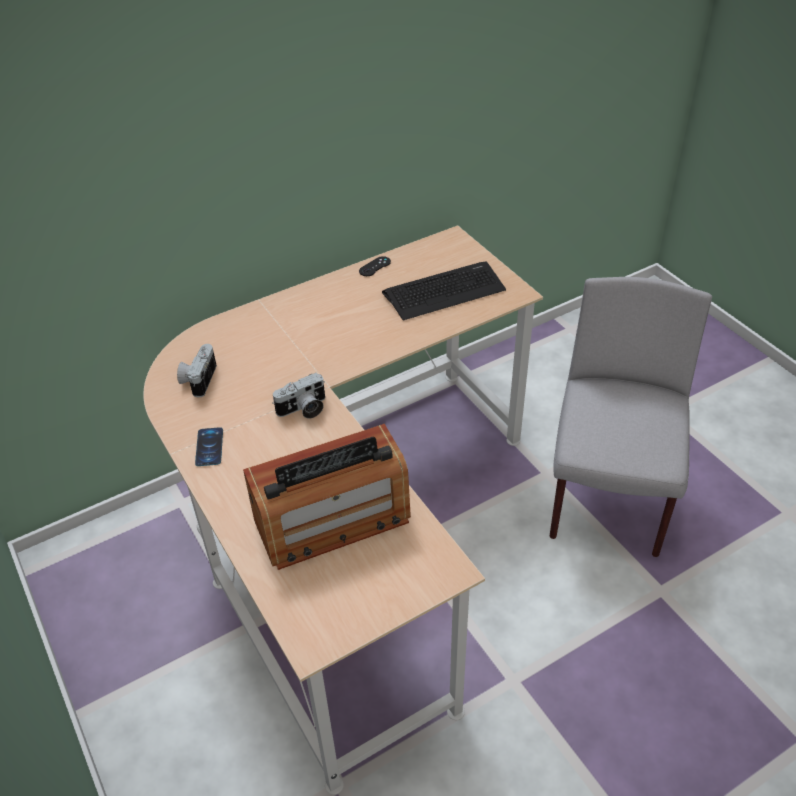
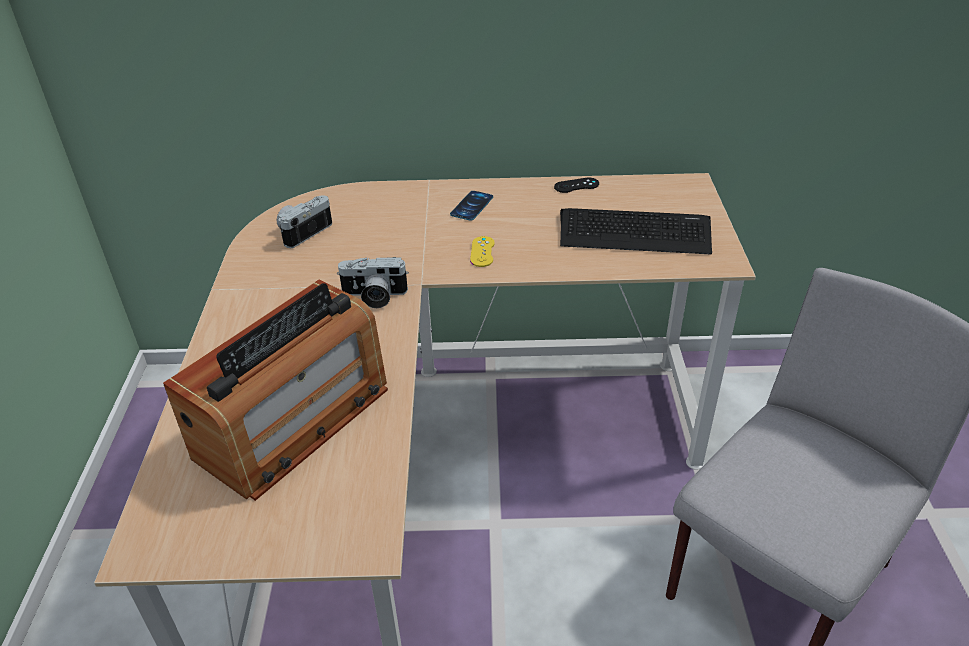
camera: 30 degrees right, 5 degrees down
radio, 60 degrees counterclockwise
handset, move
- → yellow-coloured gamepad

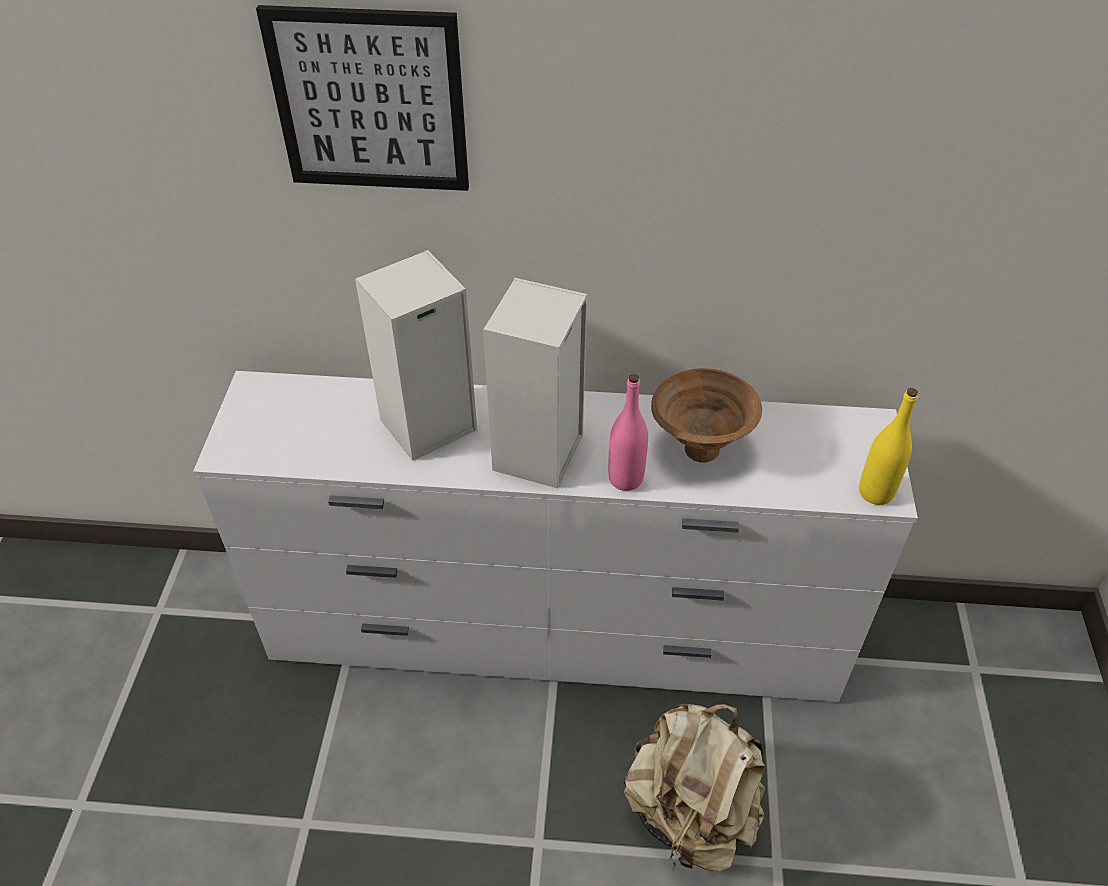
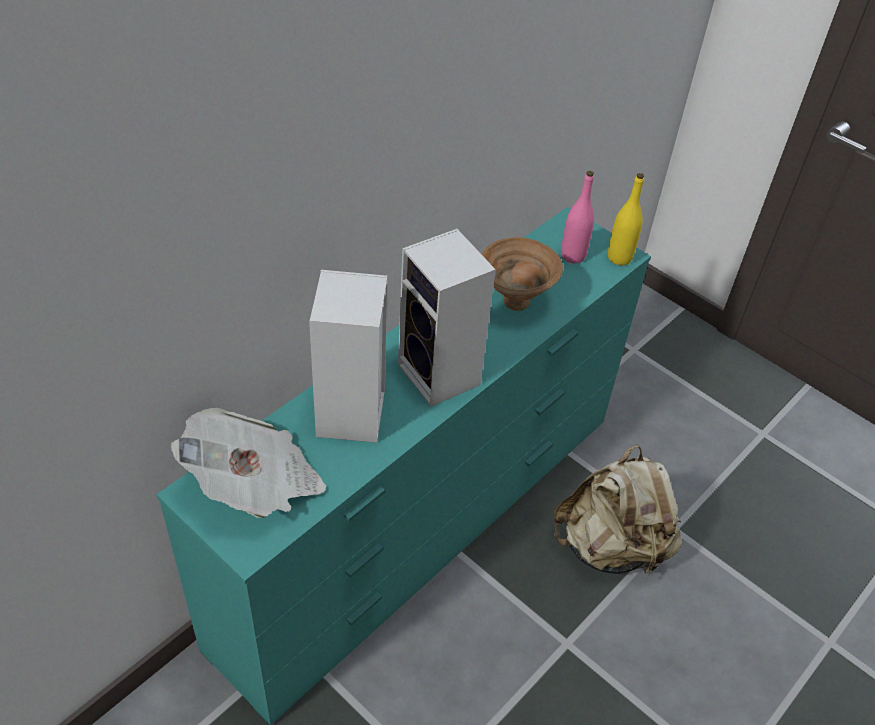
camera: 55 degrees left, 0 degrees up
whitish dresser → turquoise-coloured dresser
- → printed paper
pink-coloured beverage bottle, move
wall picture → -

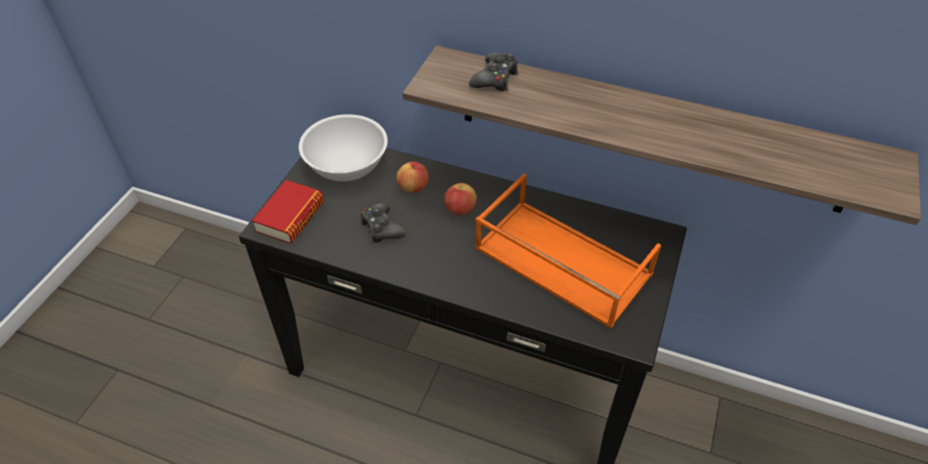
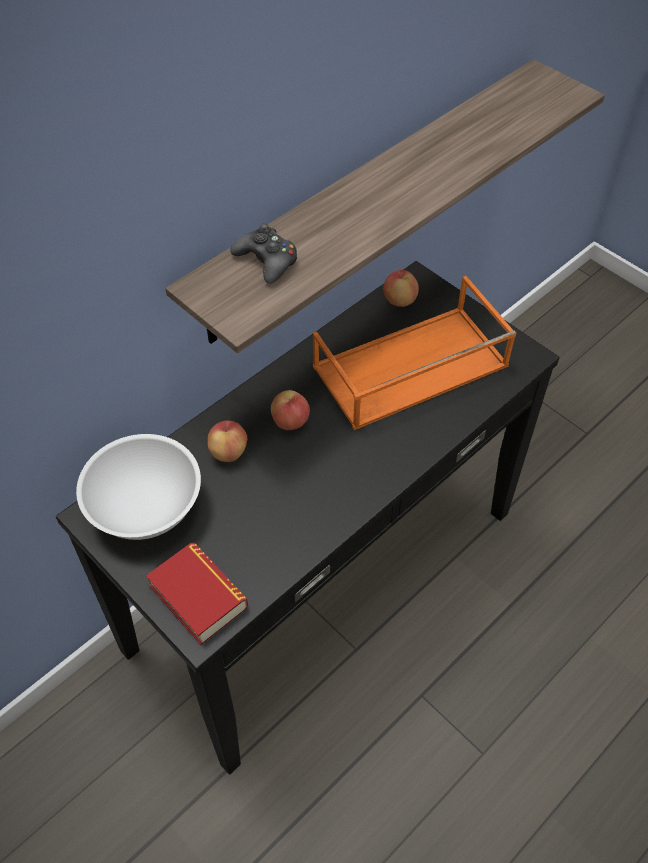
camera: 65 degrees left, 5 degrees up
- → whole apple (3rd from left)
black gamepad (1st from left) → -

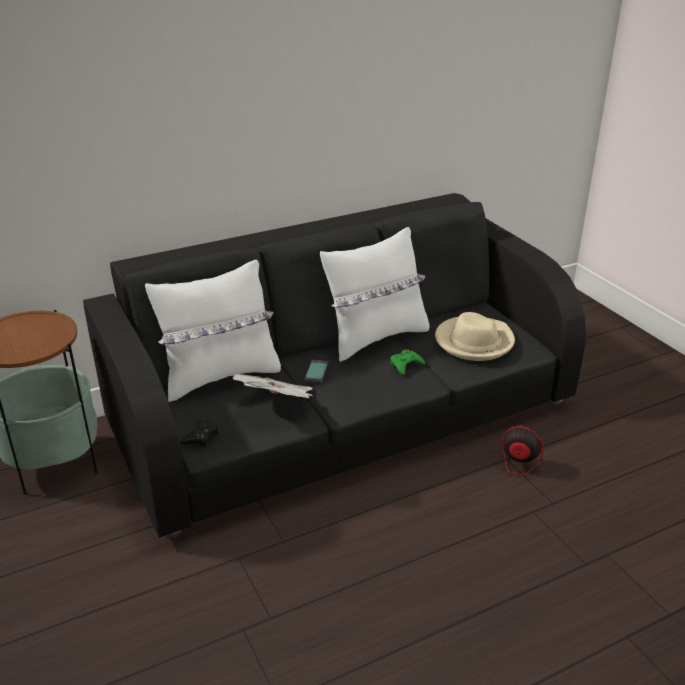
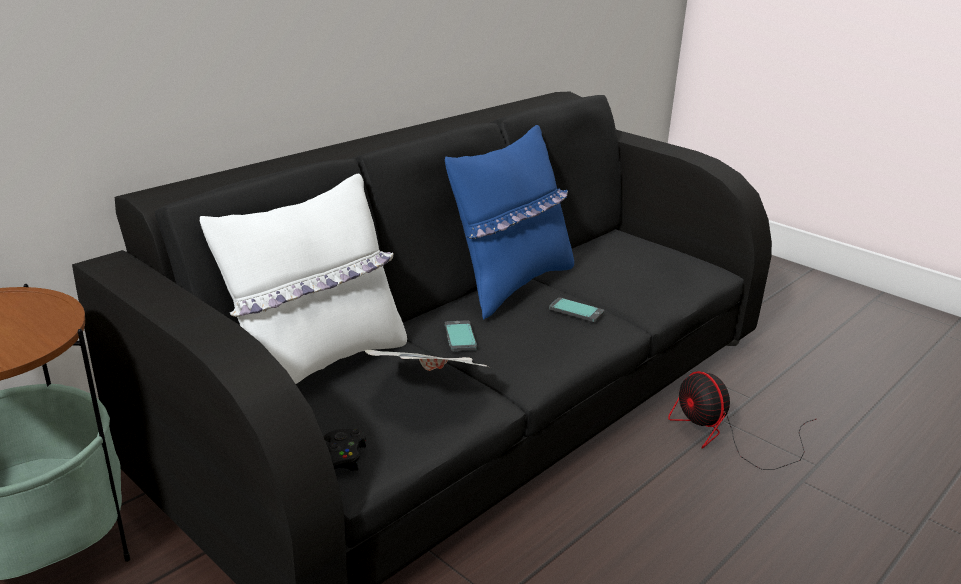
camera: 20 degrees left, 5 degrees down
whitish cushion (2nd from left) → blue-coloured cushion
green gamepad → handset (2nd from left)
cooling fan, 120 degrees counterclockwise
sand-coloured clothing hat → -

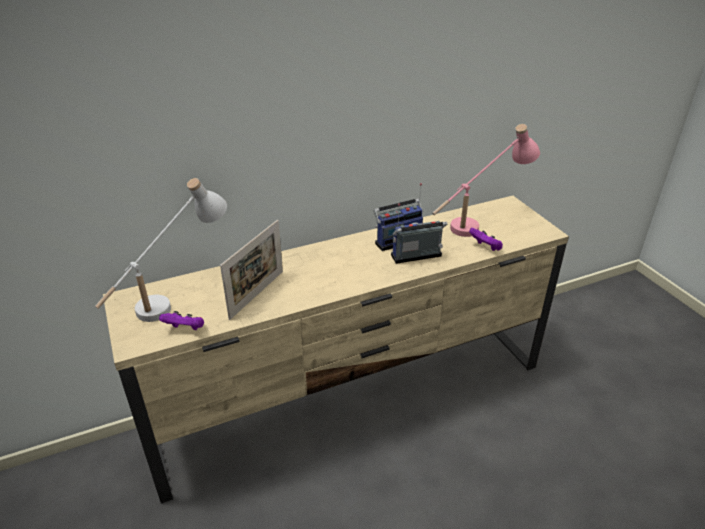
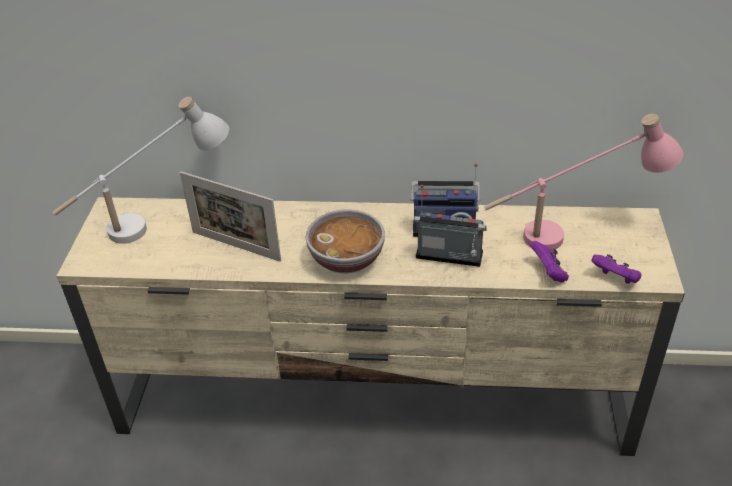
camera: 30 degrees right, 5 degrees up
standing frame, 60 degrees clockwise
- → serving bowl
purple gamepad (1st from left in the first image) → purple gamepad (2nd from left), move

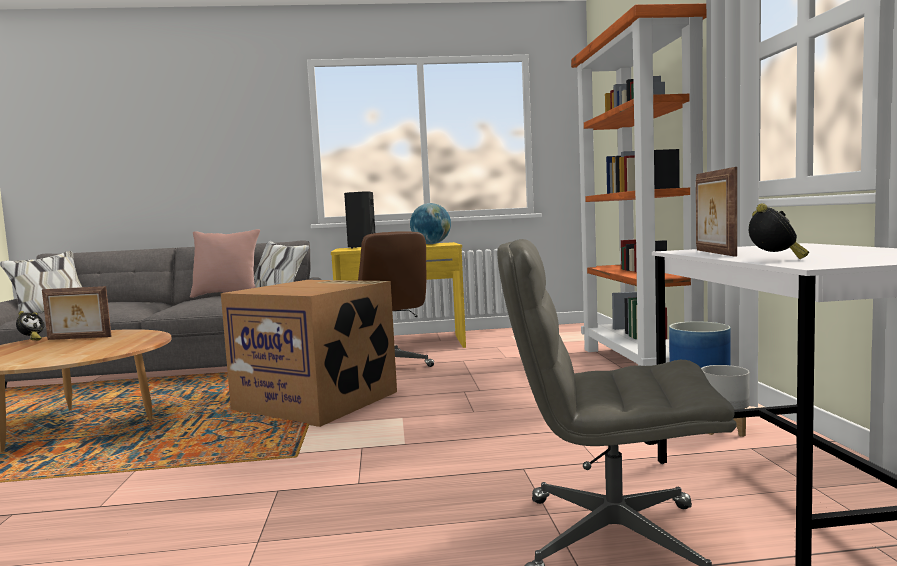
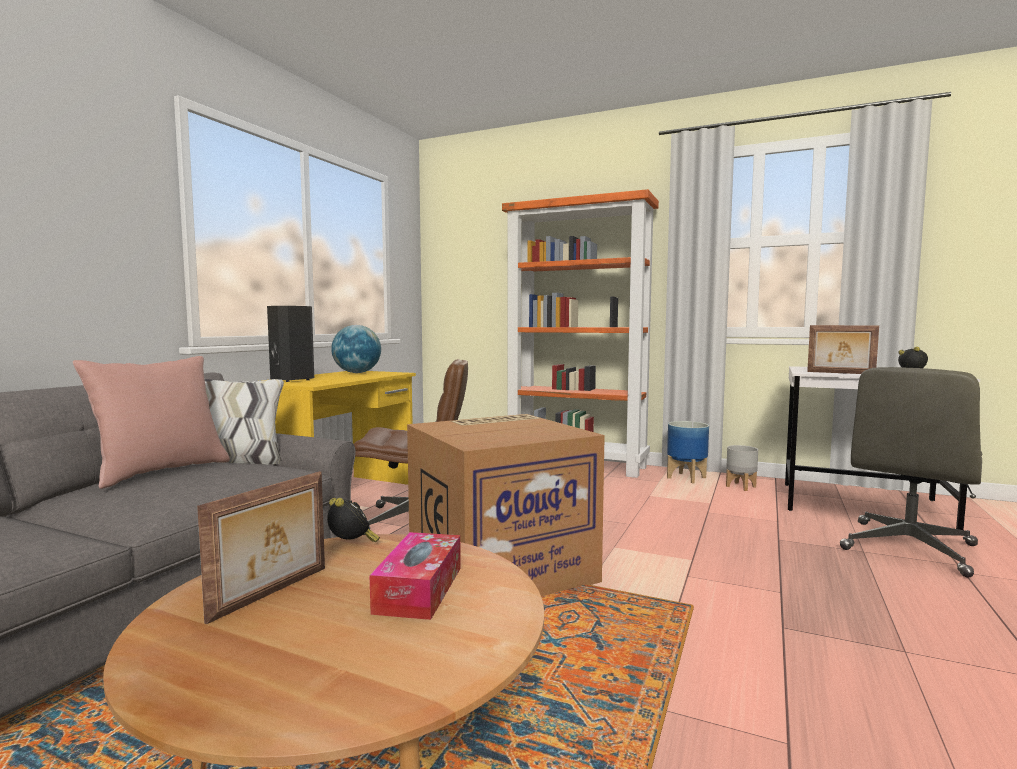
camera: 60 degrees left, 0 degrees up
table clock (1st from left), move
- → tissue box

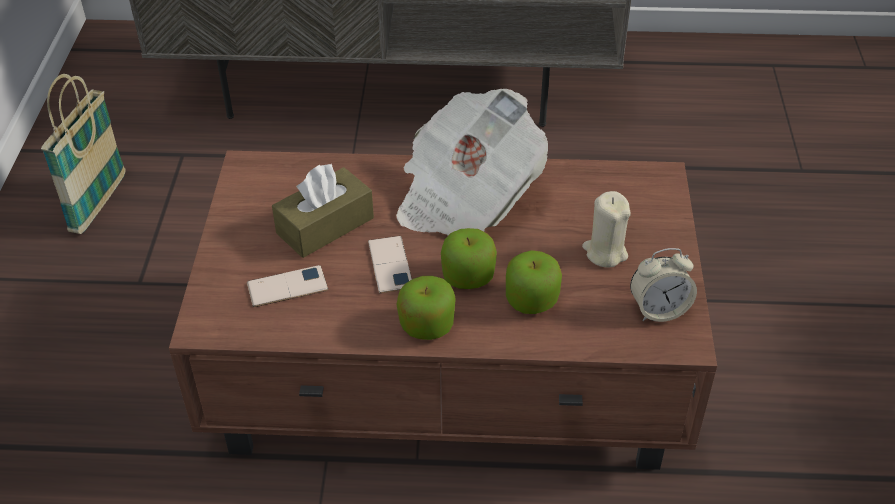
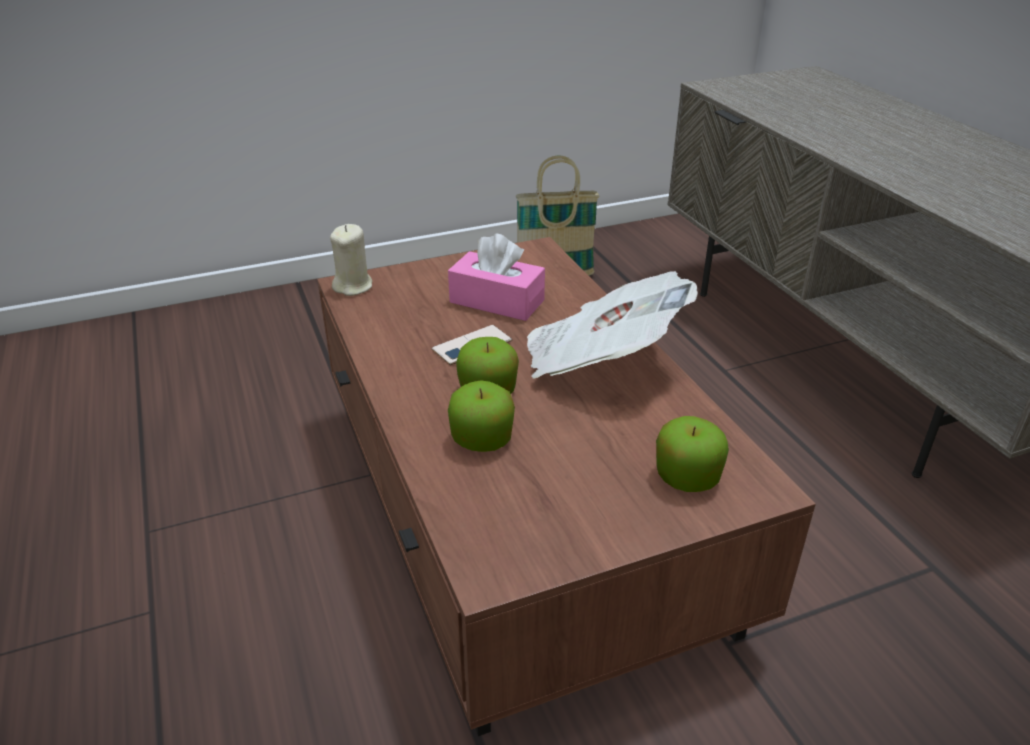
camera: 65 degrees right, 10 degrees down
sand-coloured candle, move
brown tissue box → pink-coloured tissue box
whole apple (1st from left in the first image) → whole apple (3rd from left), move
handset (1st from left) → -
table clock → -

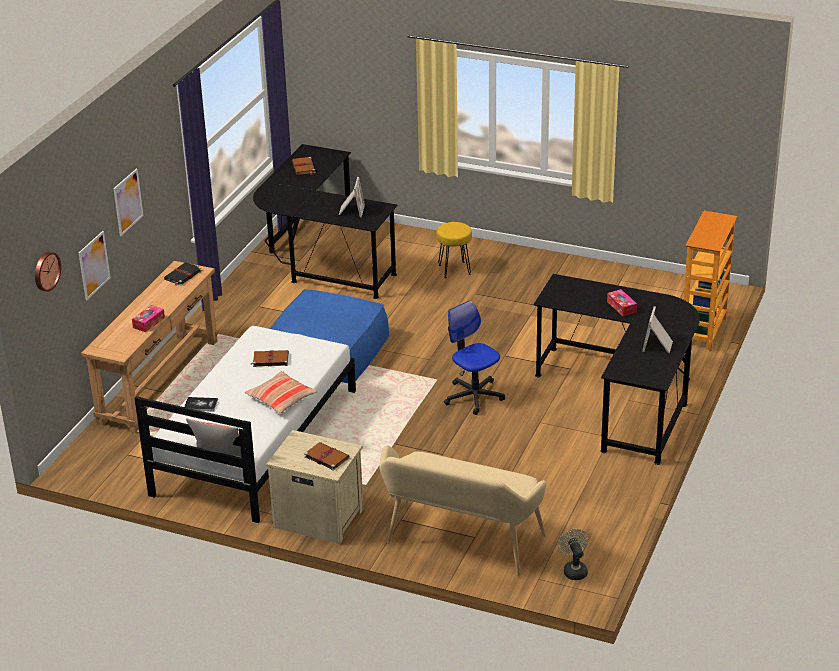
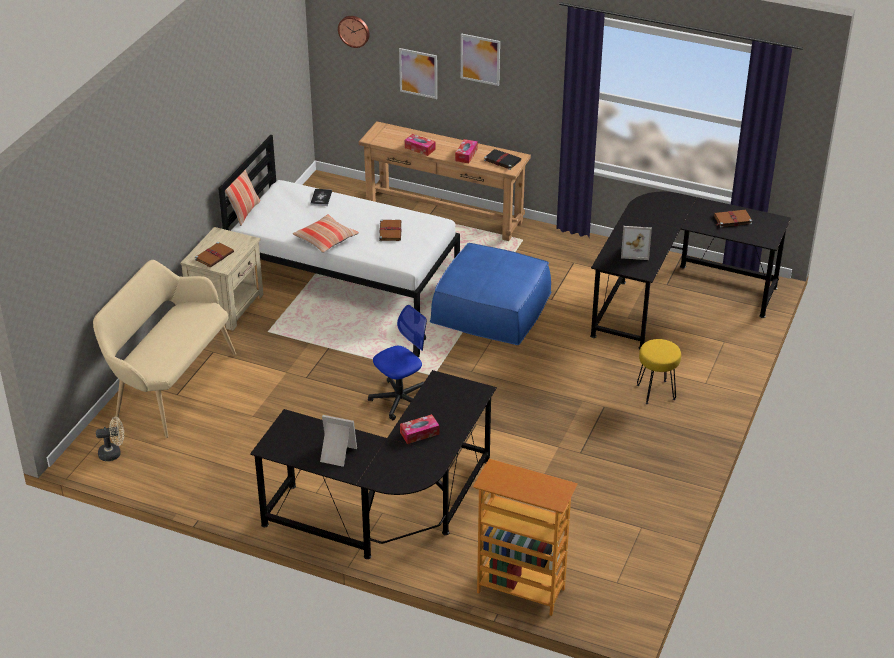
camera: 90 degrees right, 5 degrees up
- → tissue box (3rd from left)

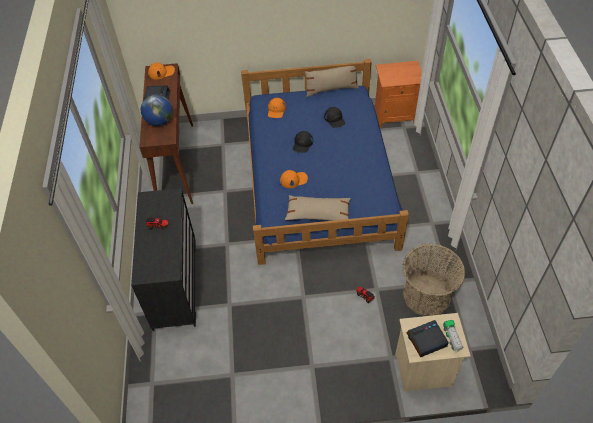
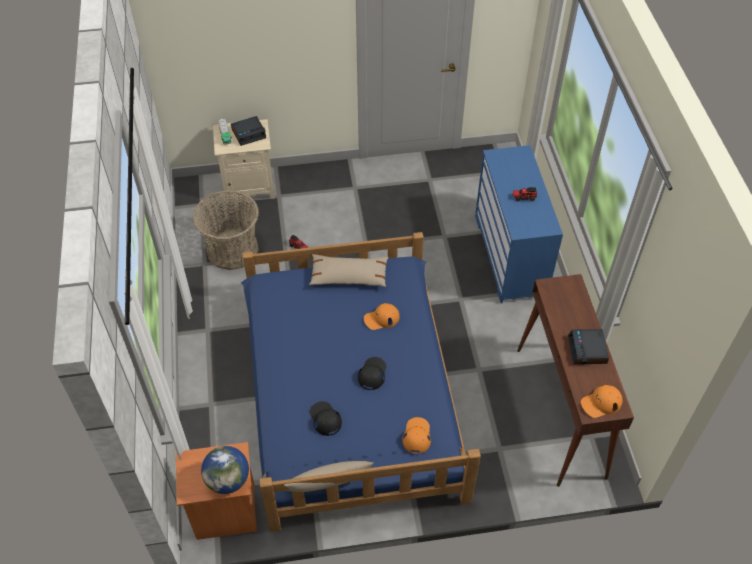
camera: 175 degrees right, 0 degrees up
world globe, move
black dresser → blue-coloured dresser

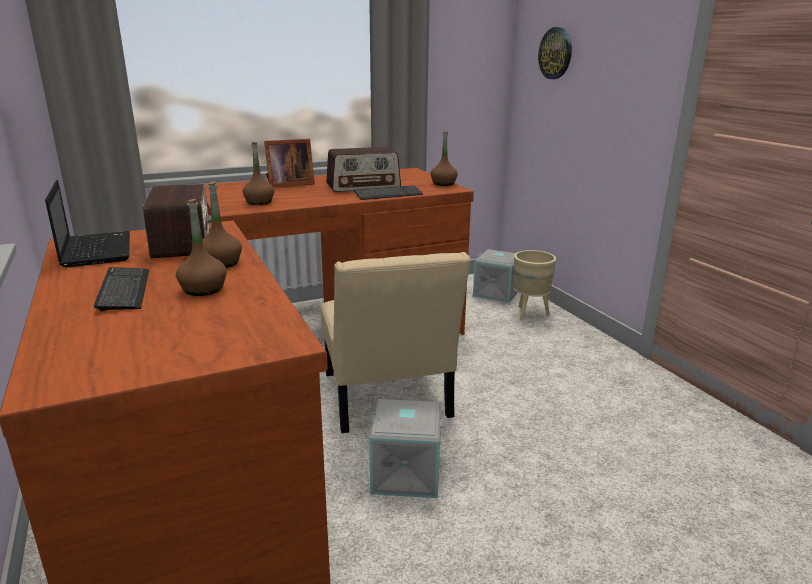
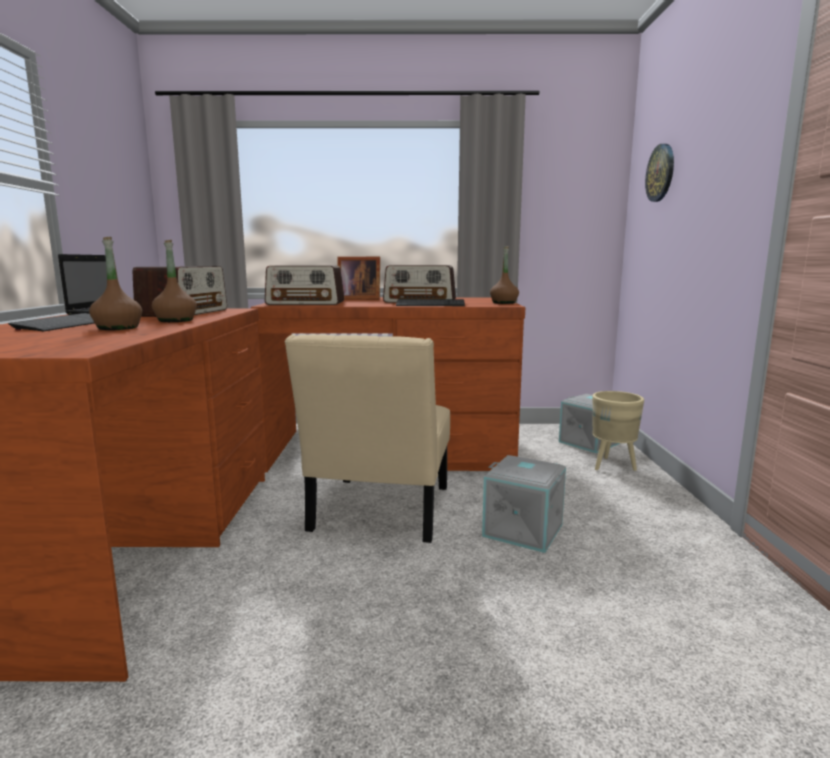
camera: 25 degrees right, 10 degrees down
brown beverage bottle (3rd from left) → radio (2nd from left)
greyish storage box (1st from left), move

